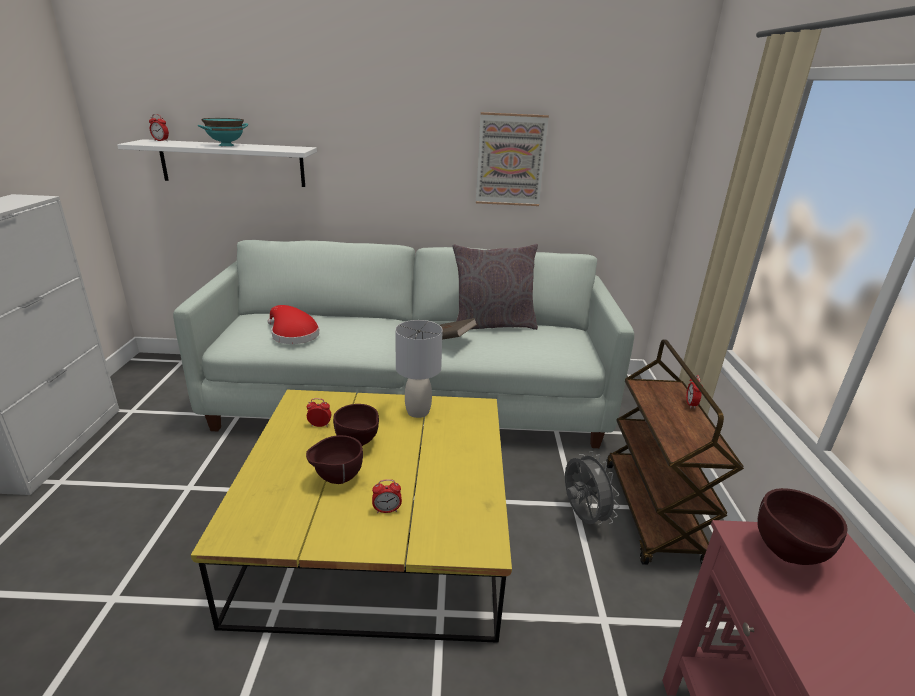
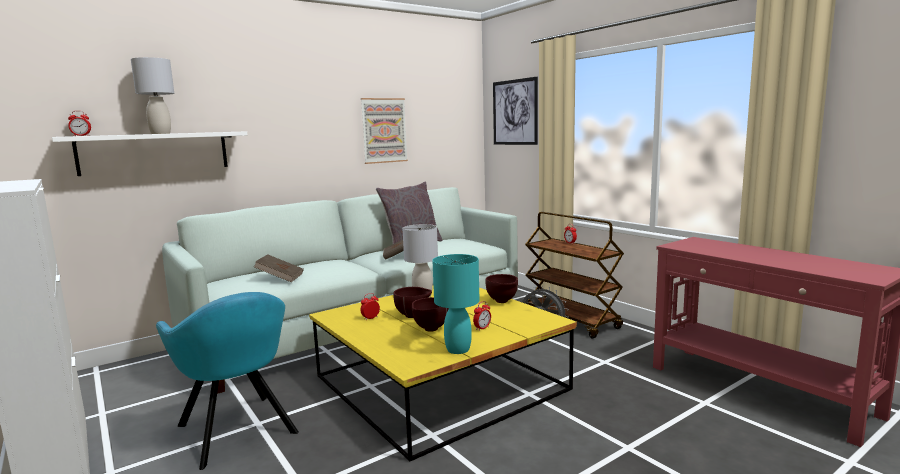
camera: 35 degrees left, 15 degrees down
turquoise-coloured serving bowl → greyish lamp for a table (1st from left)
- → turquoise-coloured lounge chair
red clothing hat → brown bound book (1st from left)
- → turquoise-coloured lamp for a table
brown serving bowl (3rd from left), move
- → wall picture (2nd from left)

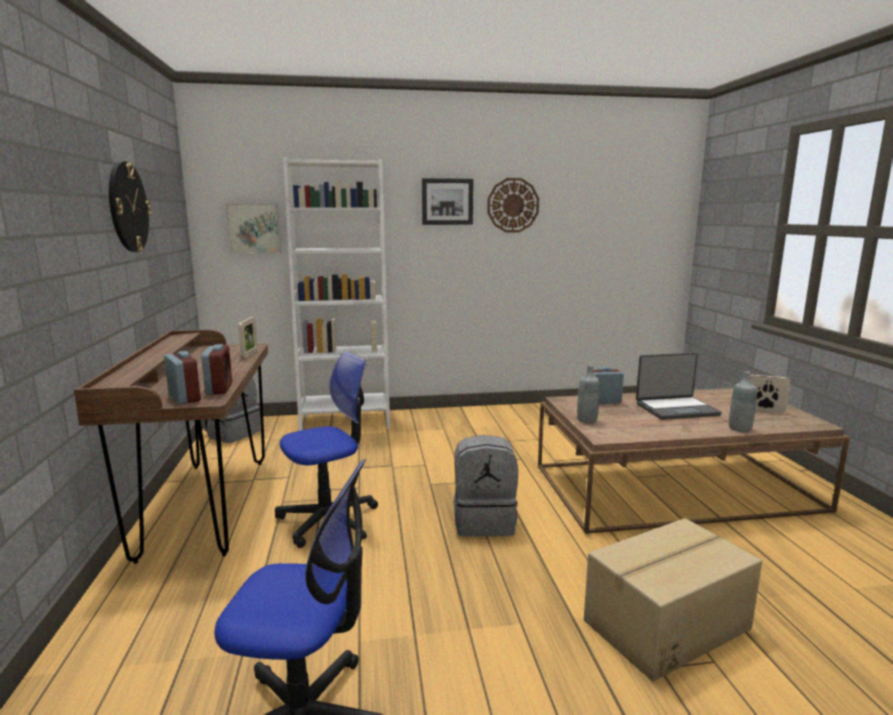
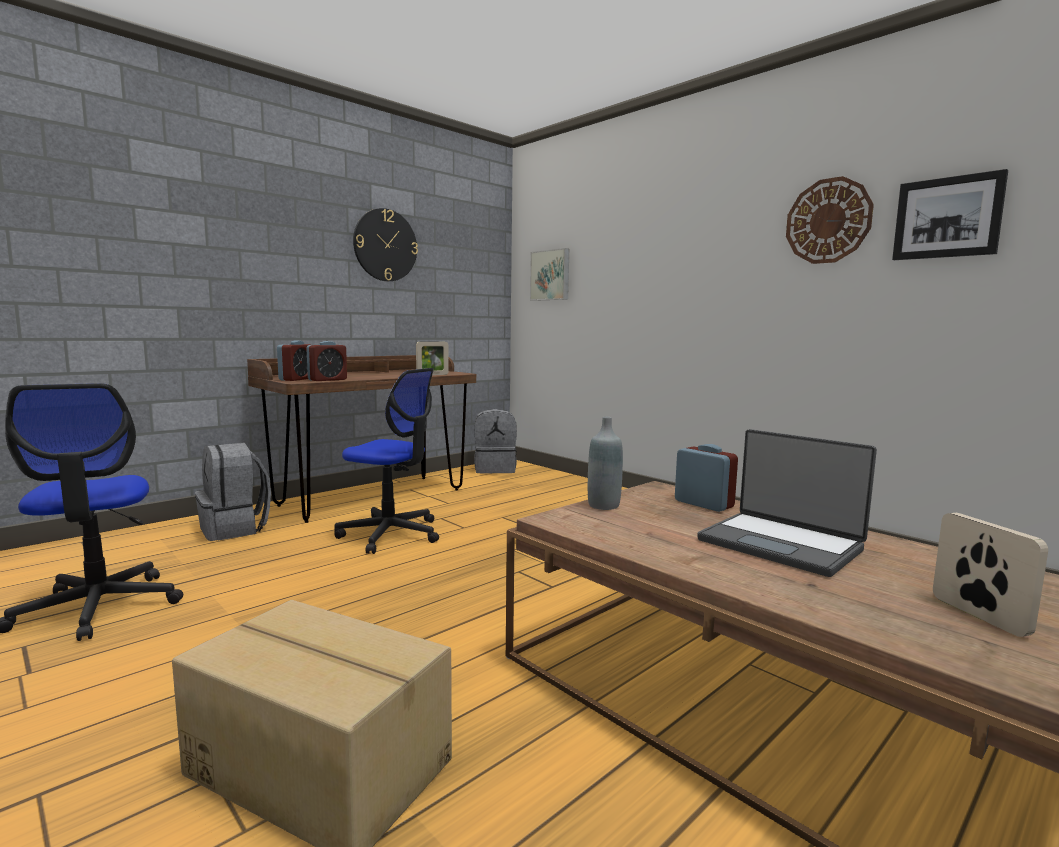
camera: 55 degrees right, 5 degrees down
greyish backpack (2nd from left in the first image) → greyish backpack (1st from left), move
wall picture (2nd from left), move
whitish bookshelf → -
greyish beverage bottle (2nd from left) → -

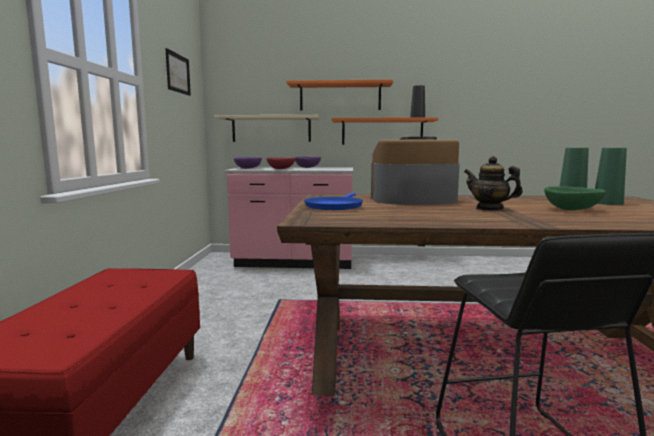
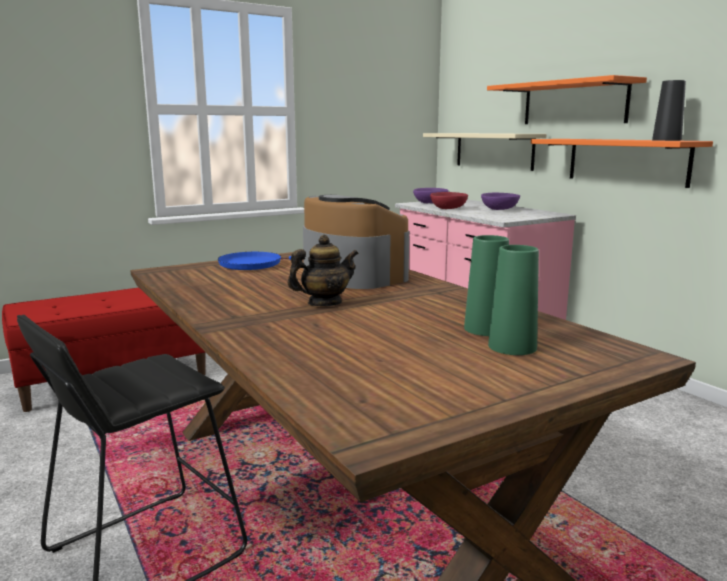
camera: 55 degrees right, 5 degrees up
teapot, 60 degrees clockwise
wall picture → -
green serving bowl → -

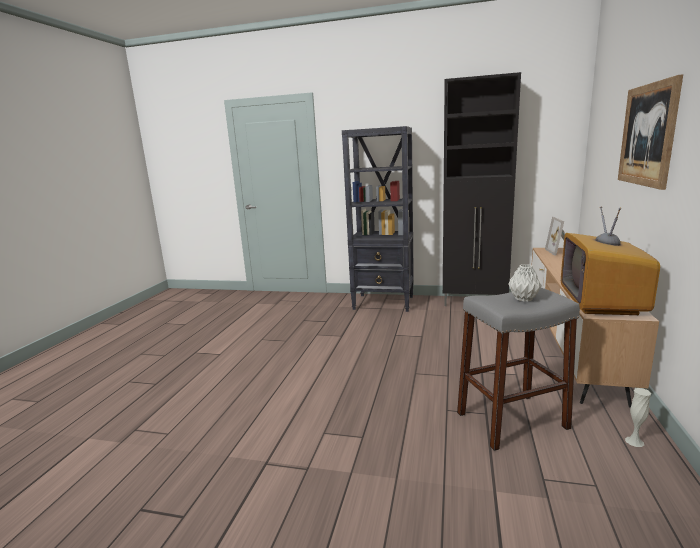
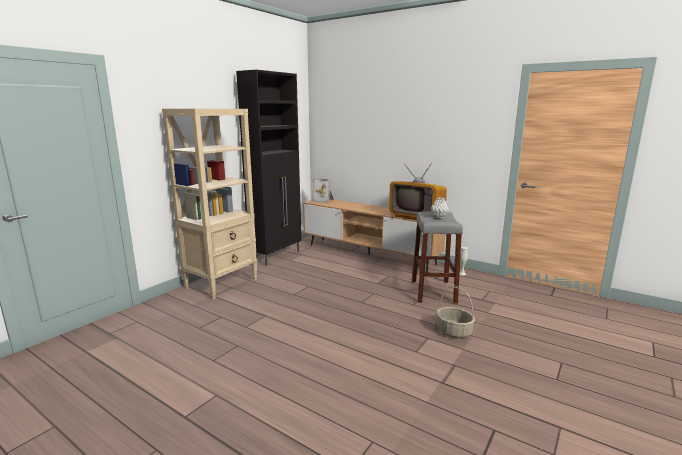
camera: 70 degrees left, 0 degrees up
black bookshelf → sand-coloured bookshelf
- → household basket
wall picture → -

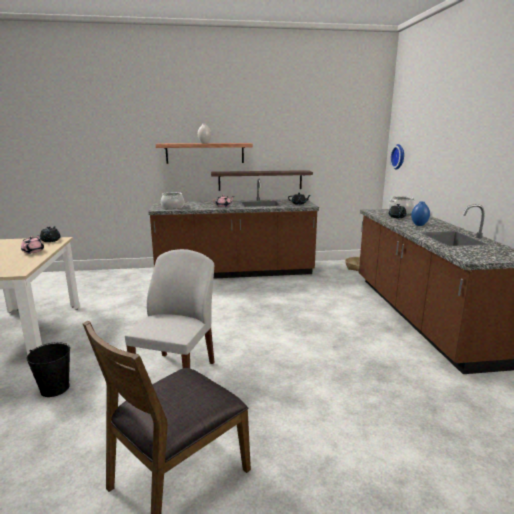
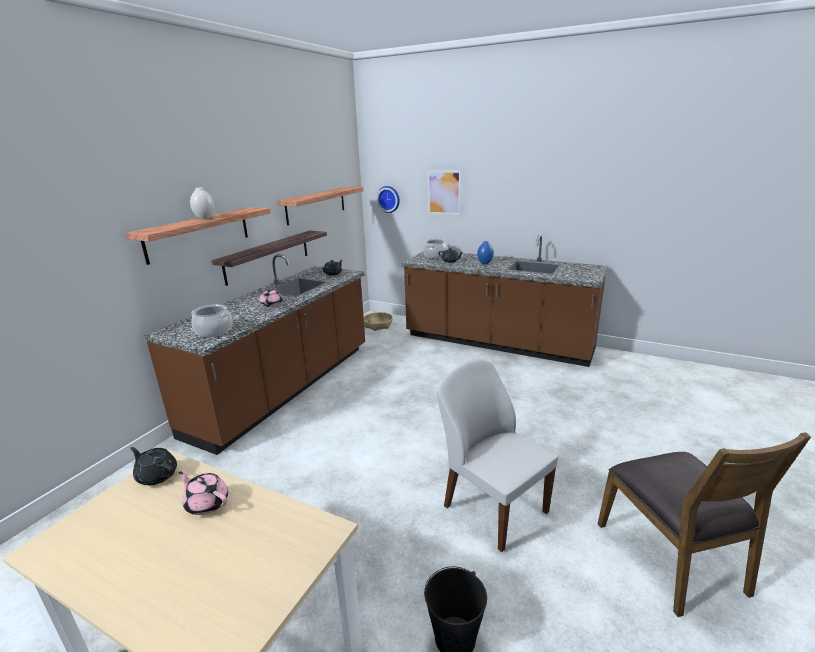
camera: 55 degrees left, 5 degrees up
- → bracket shelf (3rd from left)
- → wall picture

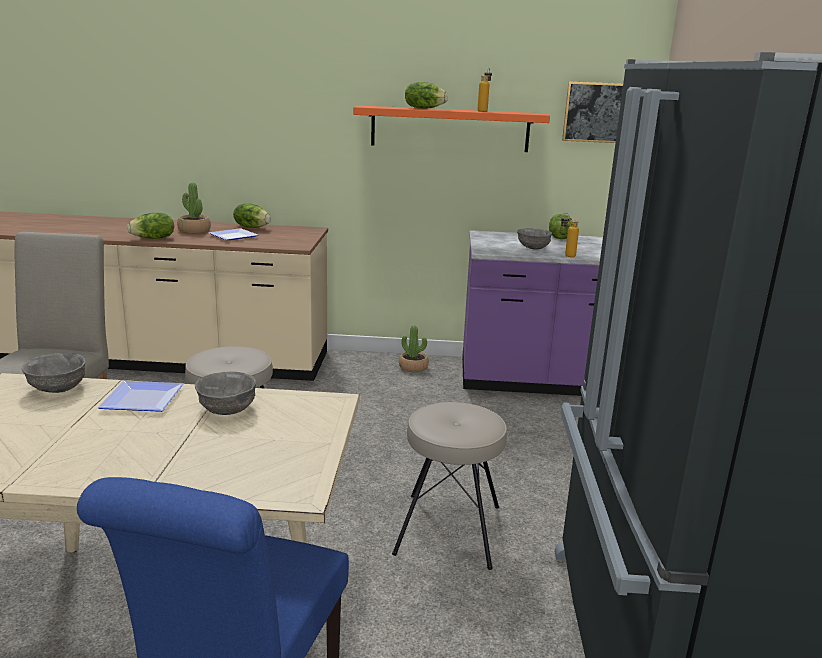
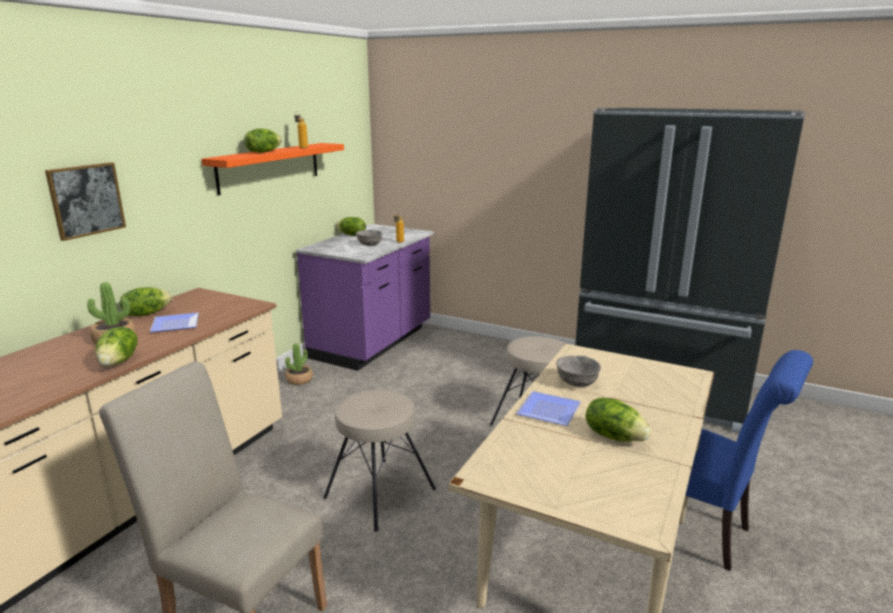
camera: 65 degrees left, 0 degrees up
wall picture, move
- → lettuce (5th from left)
greyish serving bowl (1st from left) → -

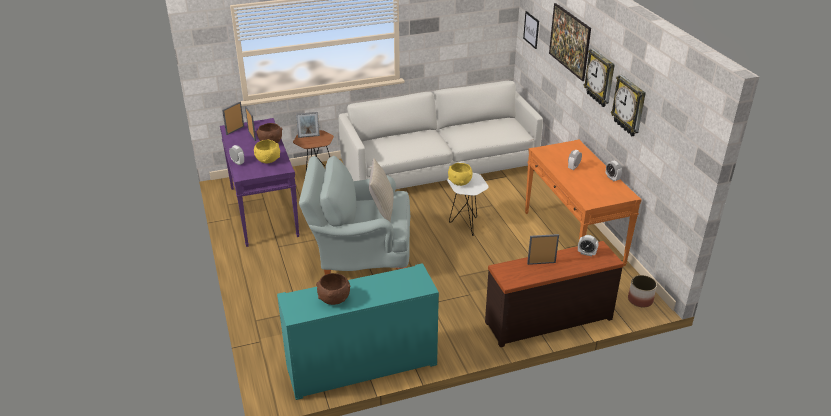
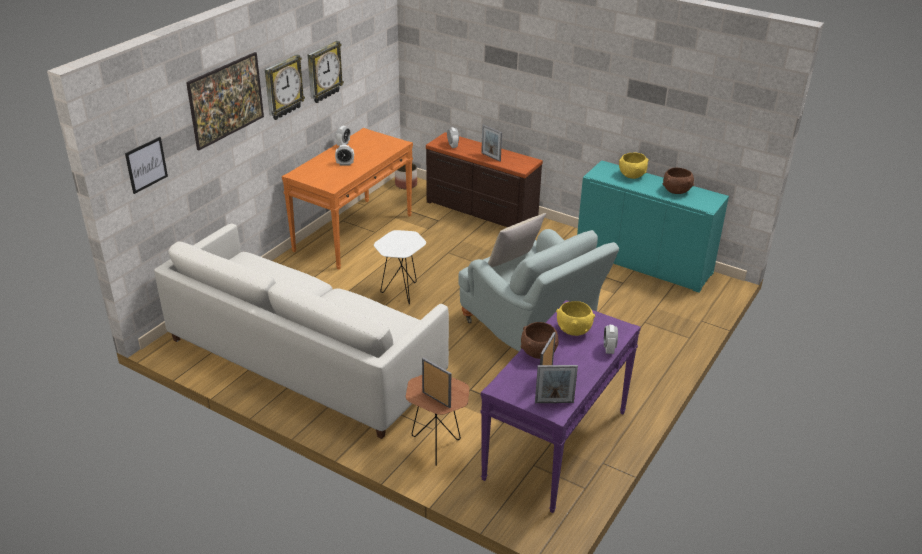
camera: 130 degrees left, 0 degrees up
yellow-coloured serving bowl (2nd from left), move

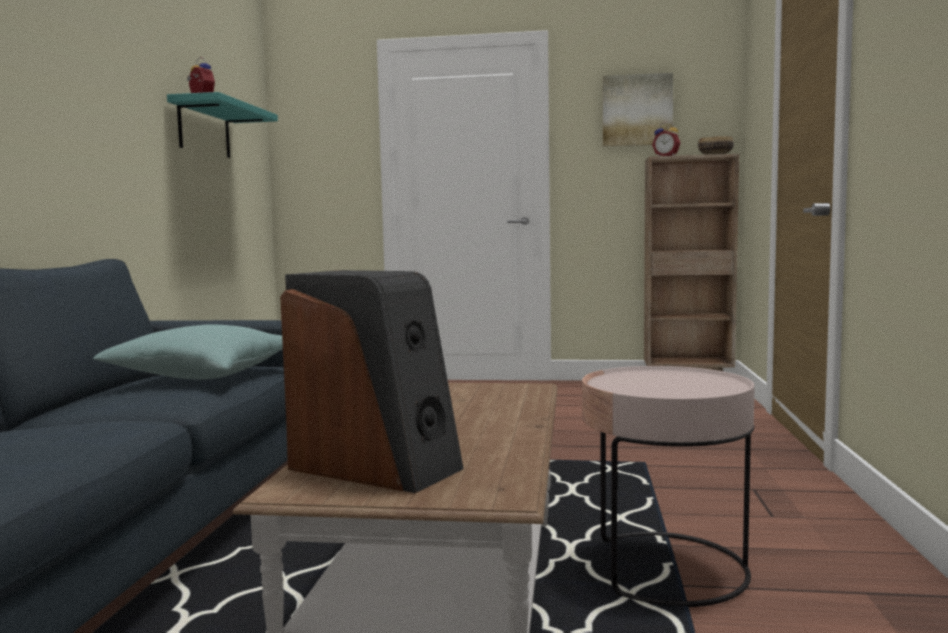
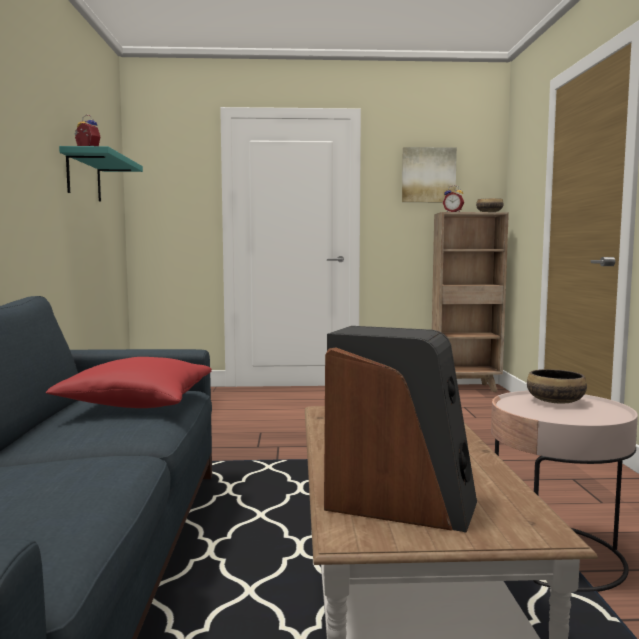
camera: 10 degrees left, 0 degrees up
turquoise-coloured cushion → red cushion
- → serving bowl (2nd from left)

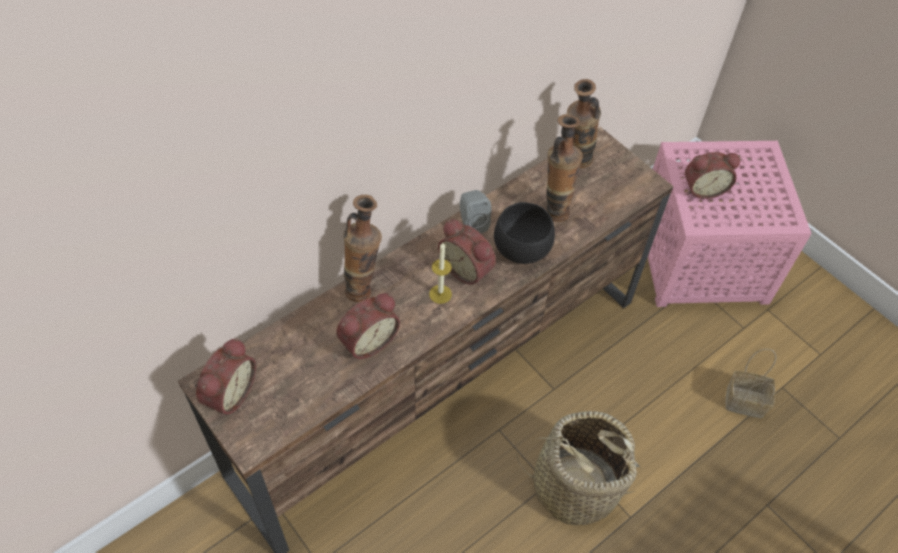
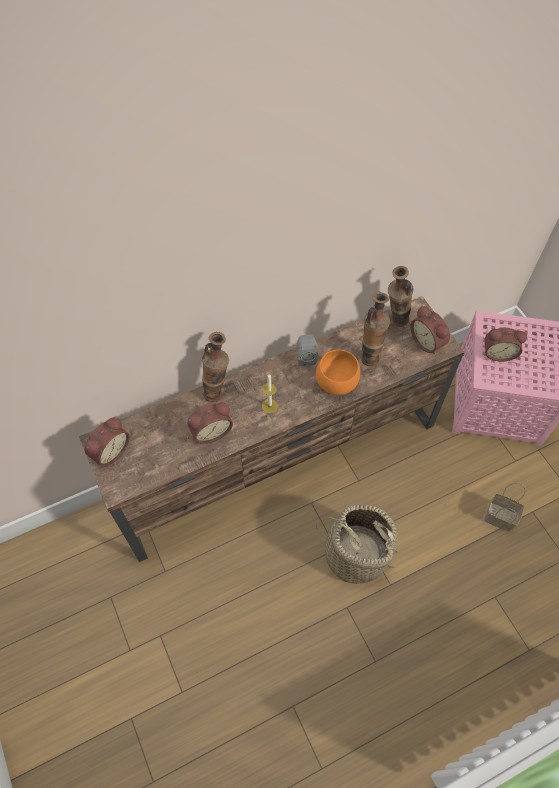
camera: 15 degrees right, 5 degrees up
black serving bowl → orangey serving bowl
table clock (3rd from left), move

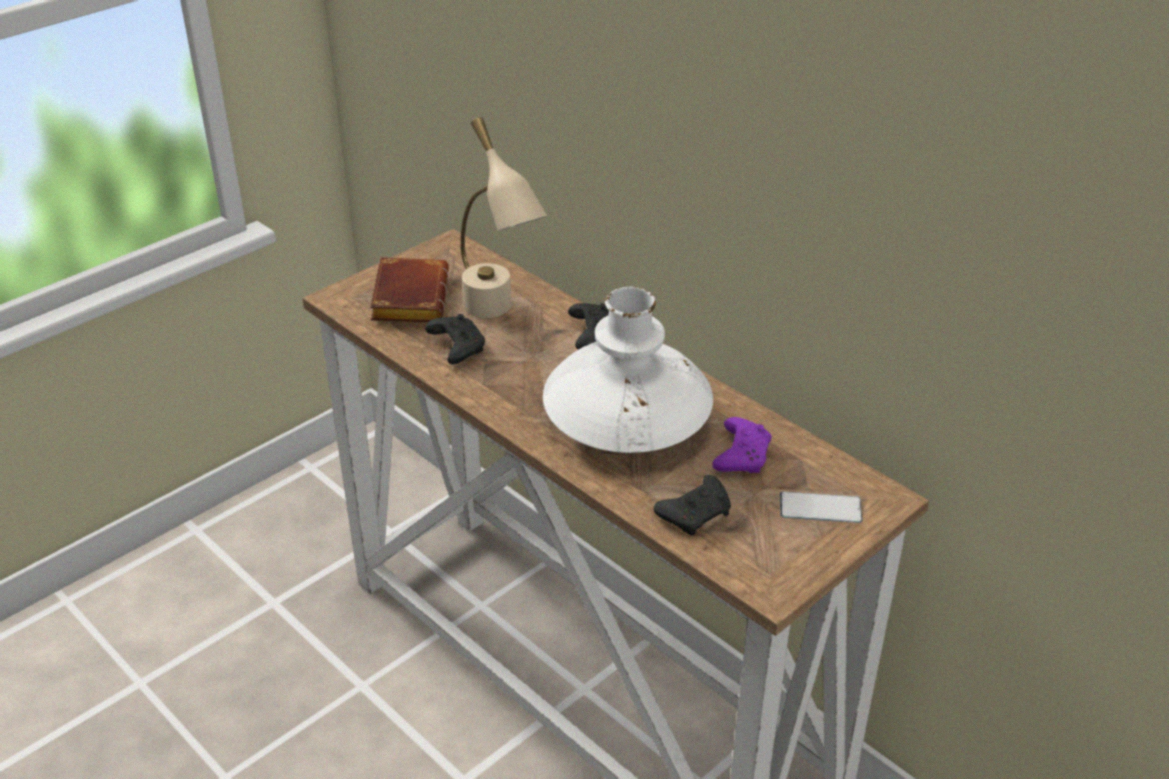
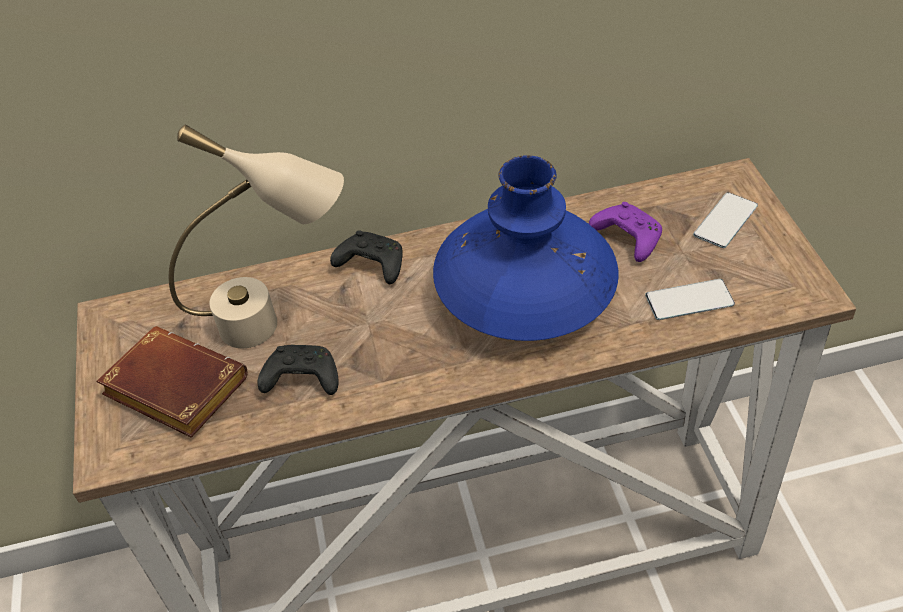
camera: 55 degrees left, 10 degrees up
whitish flower vase → blue-coloured flower vase
black gamepad (3rd from left) → handset (1st from left)

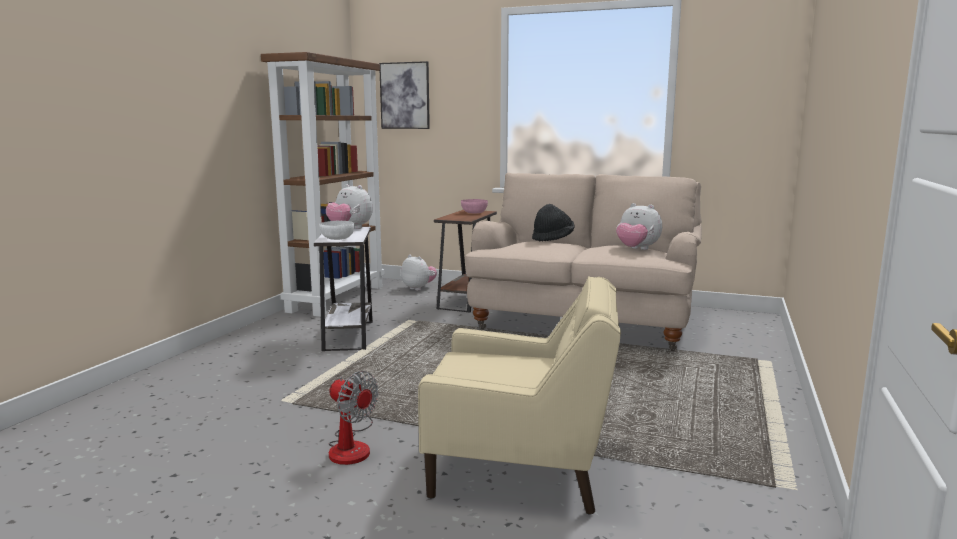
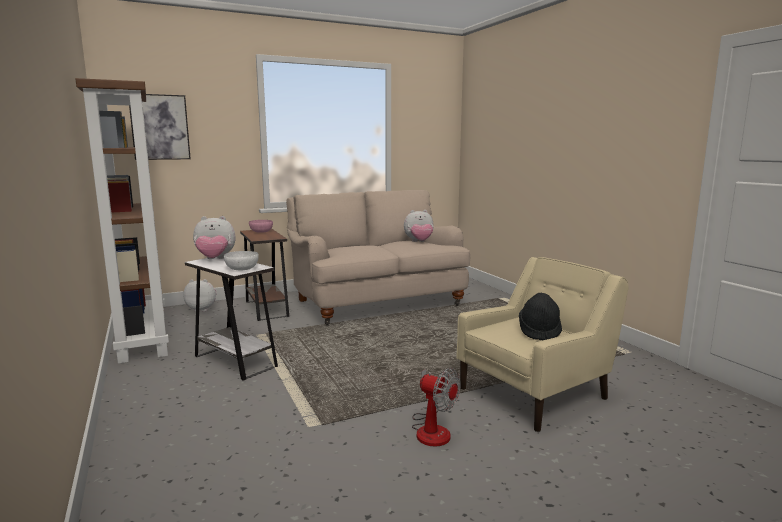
camera: 45 degrees left, 0 degrees up
cooling fan, 45 degrees clockwise
black clothing hat, move

